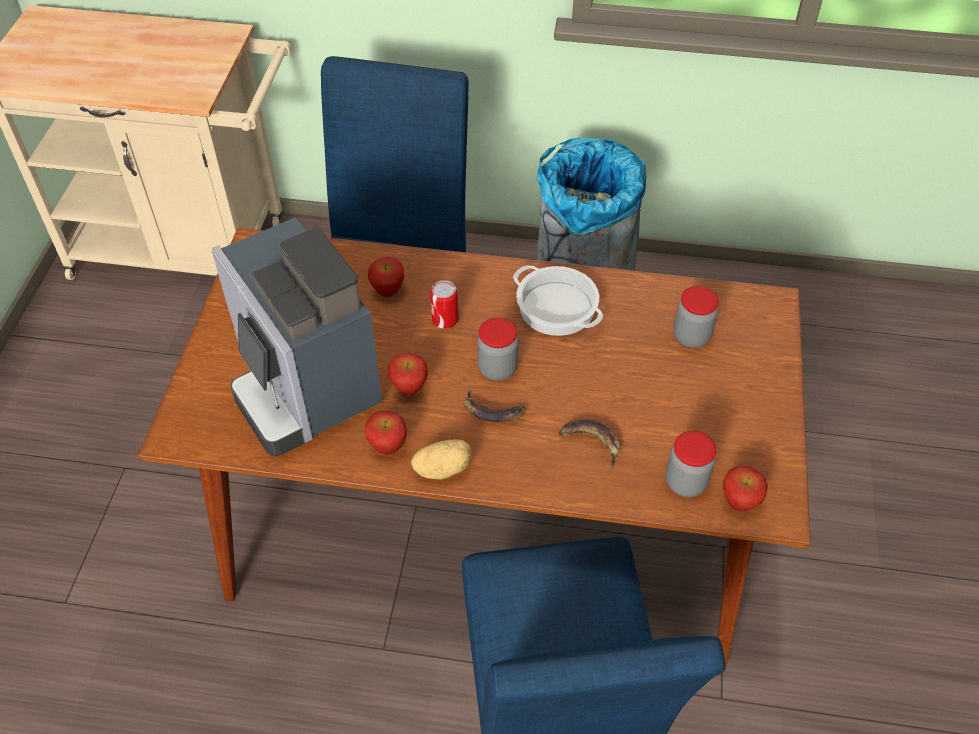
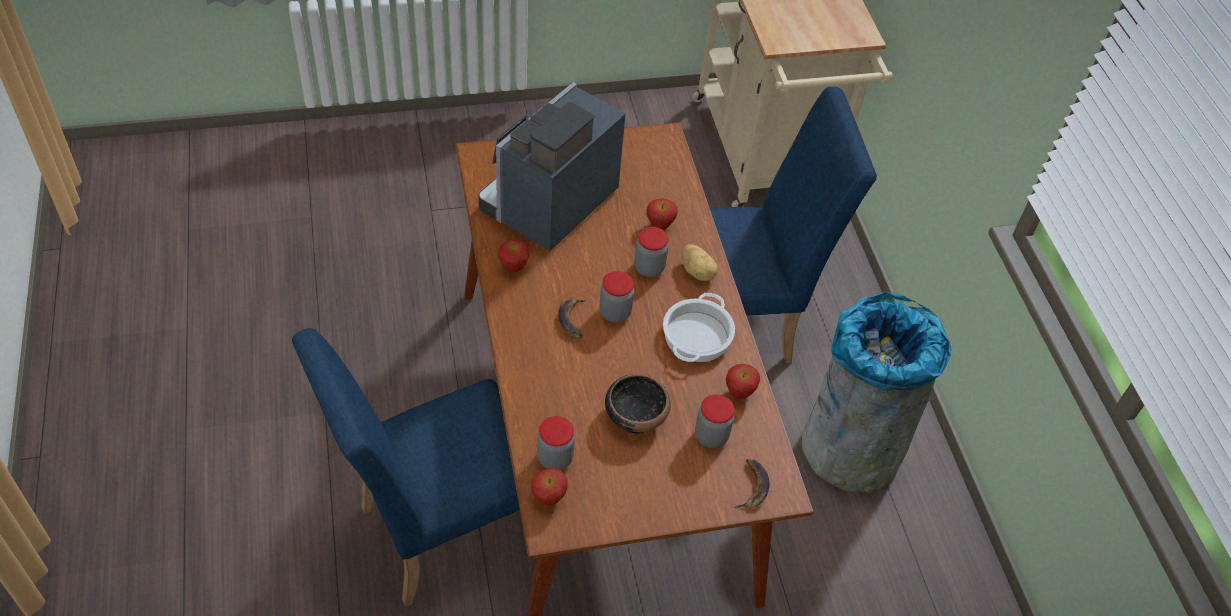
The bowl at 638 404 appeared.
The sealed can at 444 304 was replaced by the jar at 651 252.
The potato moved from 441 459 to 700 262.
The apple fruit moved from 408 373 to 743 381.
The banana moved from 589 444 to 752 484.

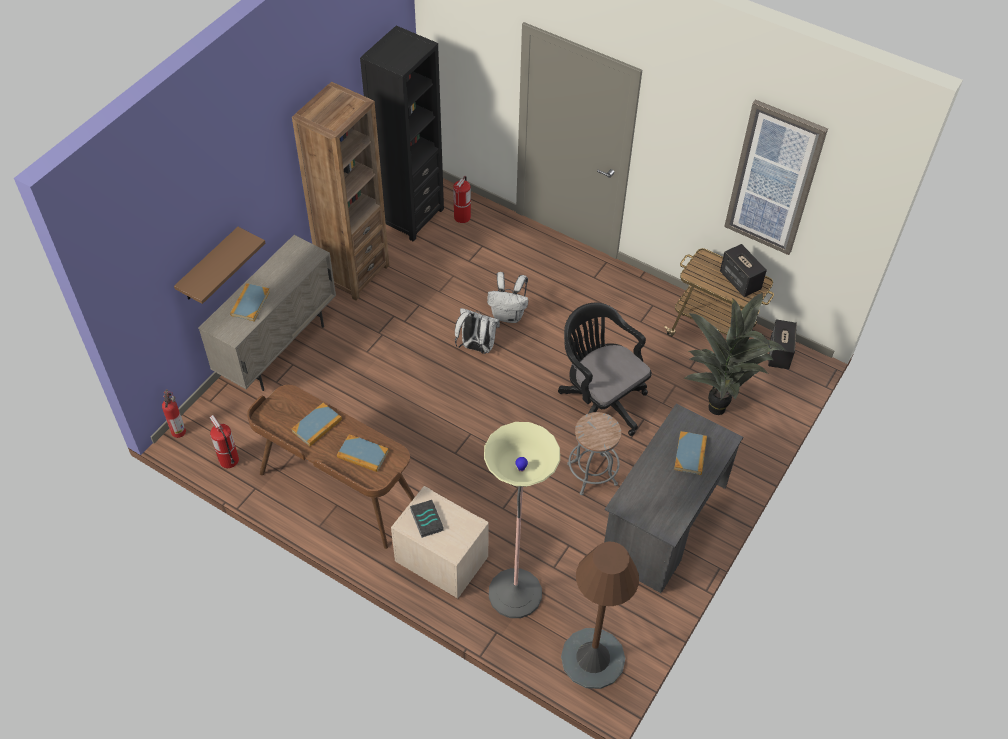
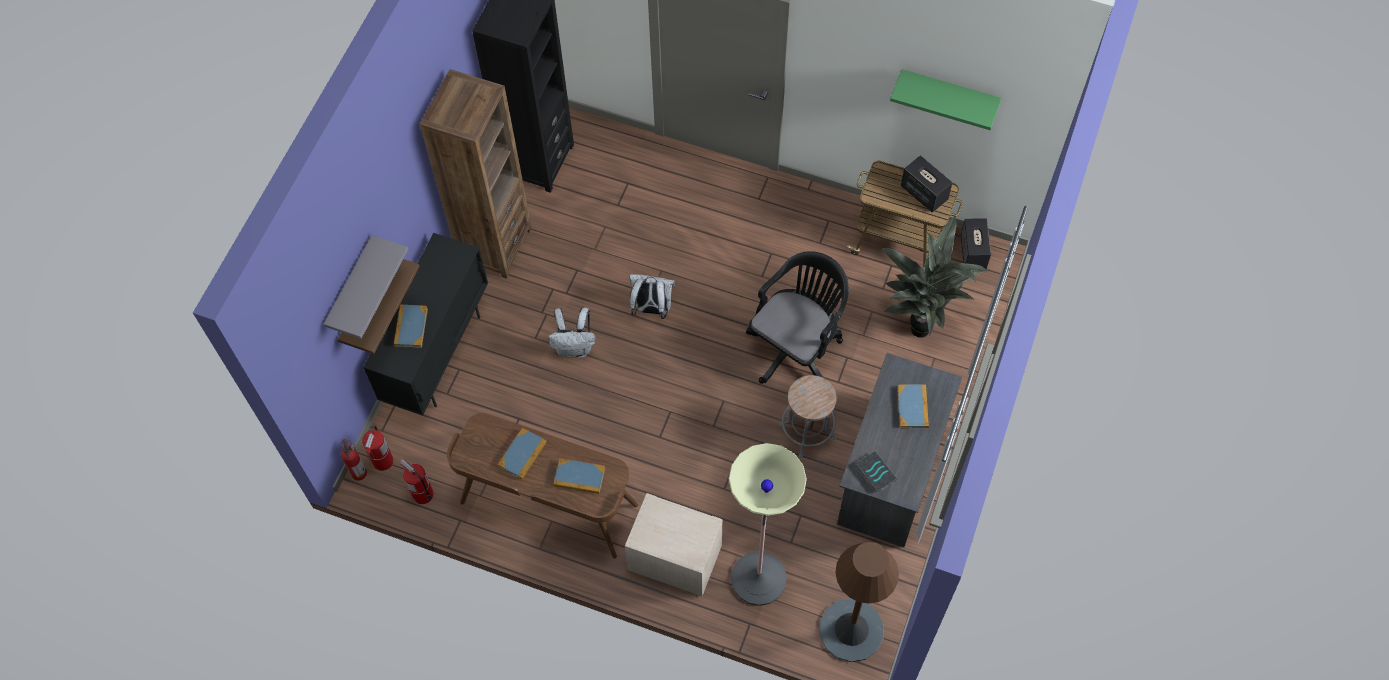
The gray bracket shelf at 366 287 appeared.
The fire extinguisher moved from 462 199 to 378 448.
The beige-coloured cupboard at 267 313 became the black cupboard at 425 324.
The white rucksack moved from 507 297 to 572 332.
The black desk chair at 605 369 turned 90 degrees clockwise.
The book moved from 427 519 to 876 472.
The picture at 776 177 was replaced by the green bracket shelf at 945 99.

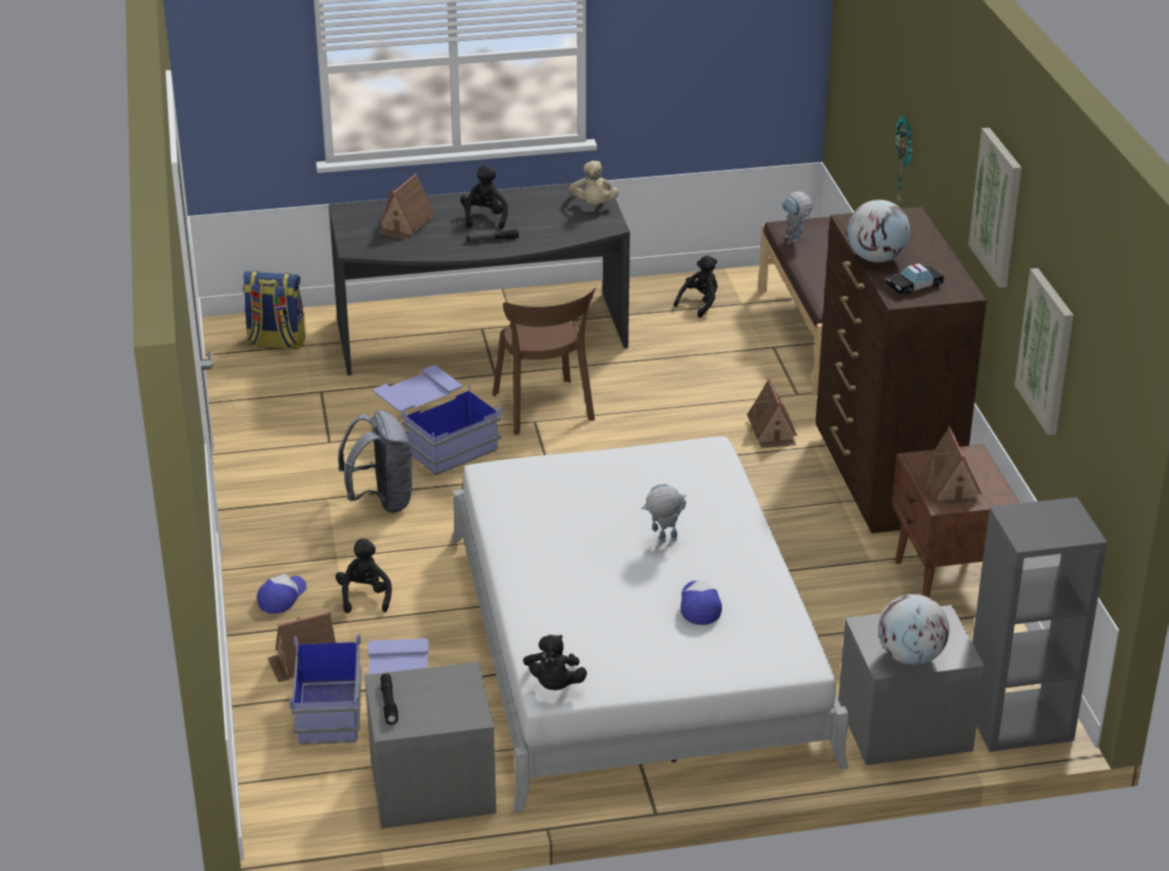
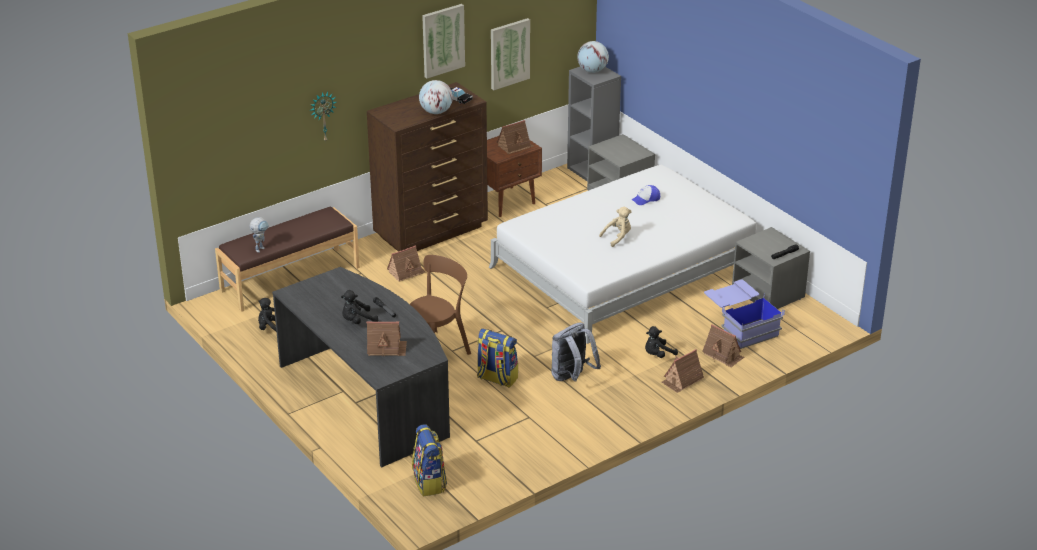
The blue-coloured storage bin at 437 420 was replaced by the rucksack at 497 358.
The globe moved from 913 629 to 593 57.
The beige-coloured cuddly toy moved from 594 183 to 615 227.
The baseball cap at 282 594 was replaced by the toy house at 683 371.
The black cuddly toy at 555 662 disappeared.
The toy robot at 663 513 disappeared.

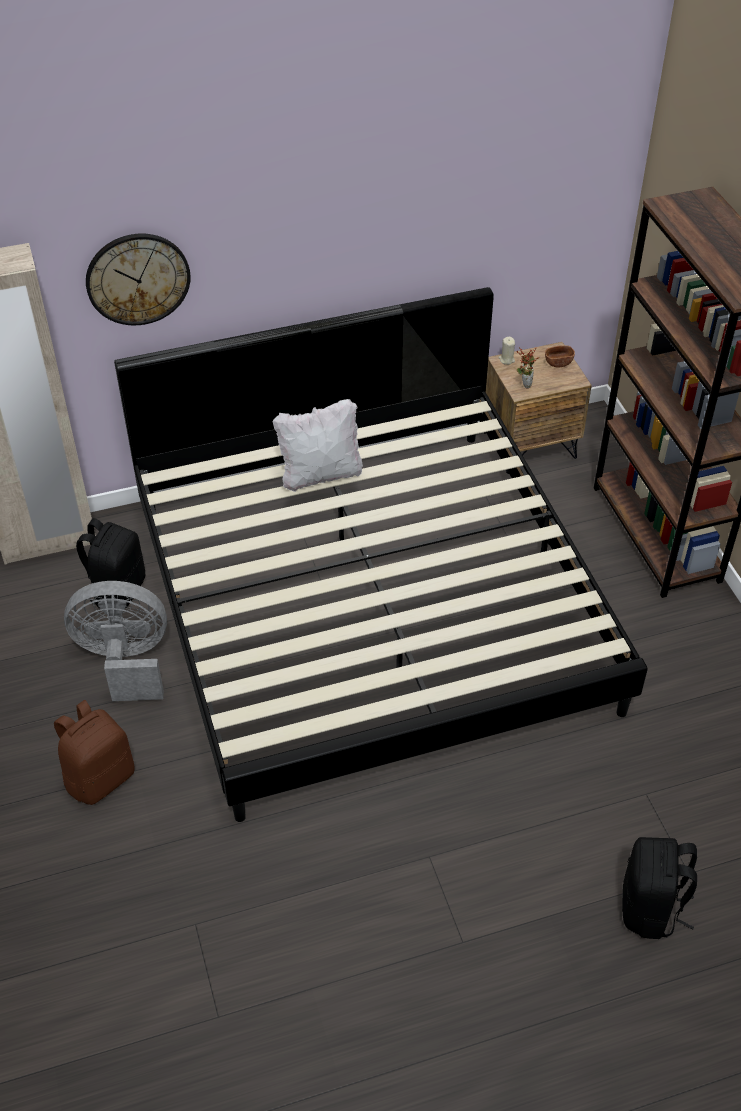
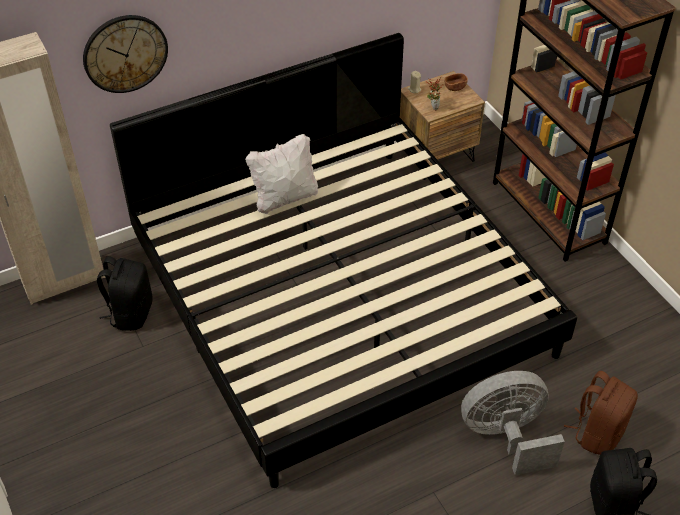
The gray fan moved from 115 641 to 513 423.
The brown-coloured rucksack moved from 94 752 to 601 413.

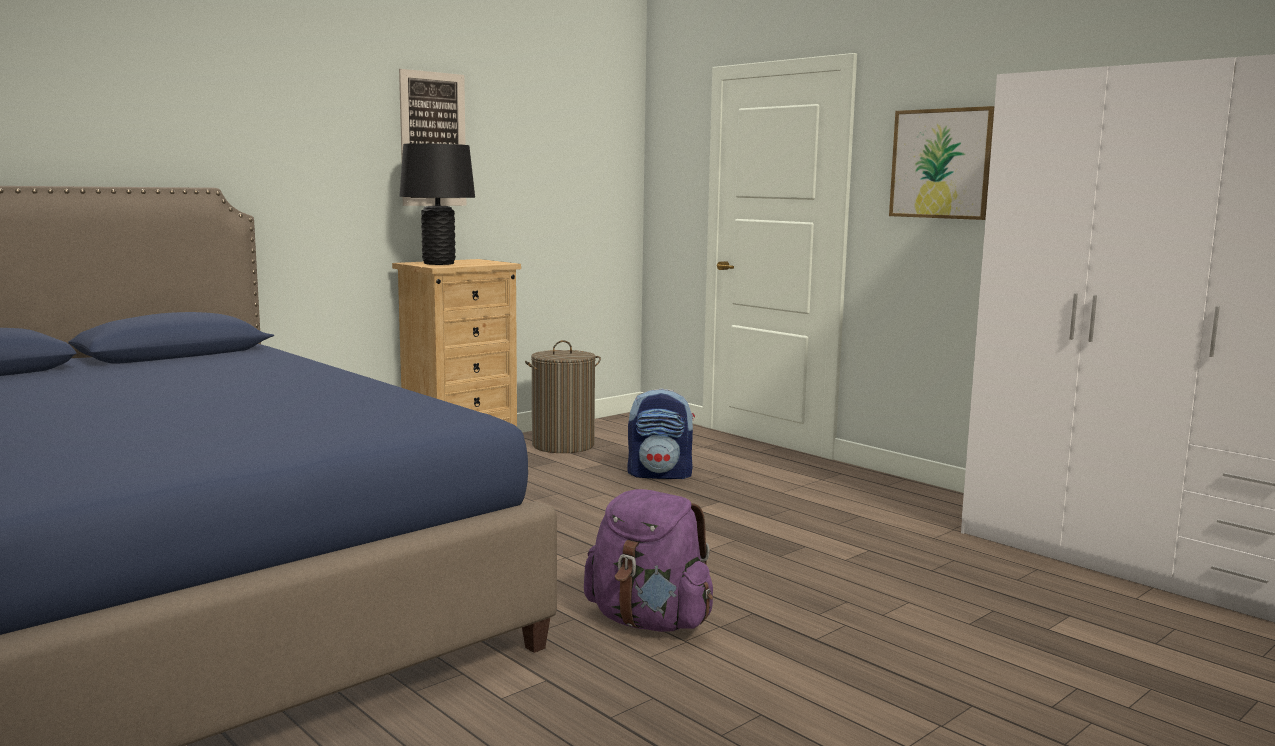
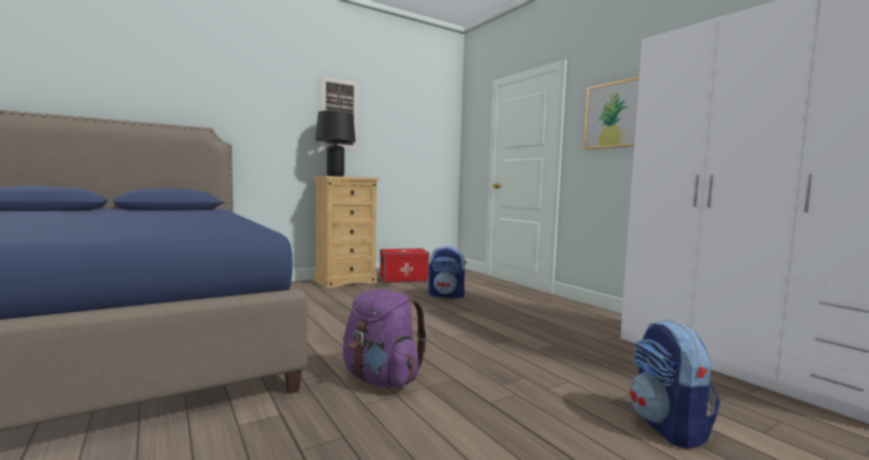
The laundry basket at 563 396 was replaced by the storage bin at 405 266.
The rucksack at 675 384 appeared.

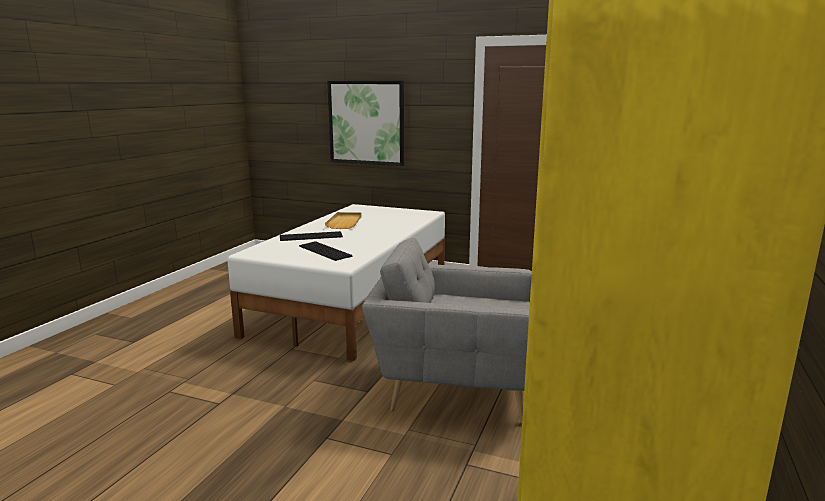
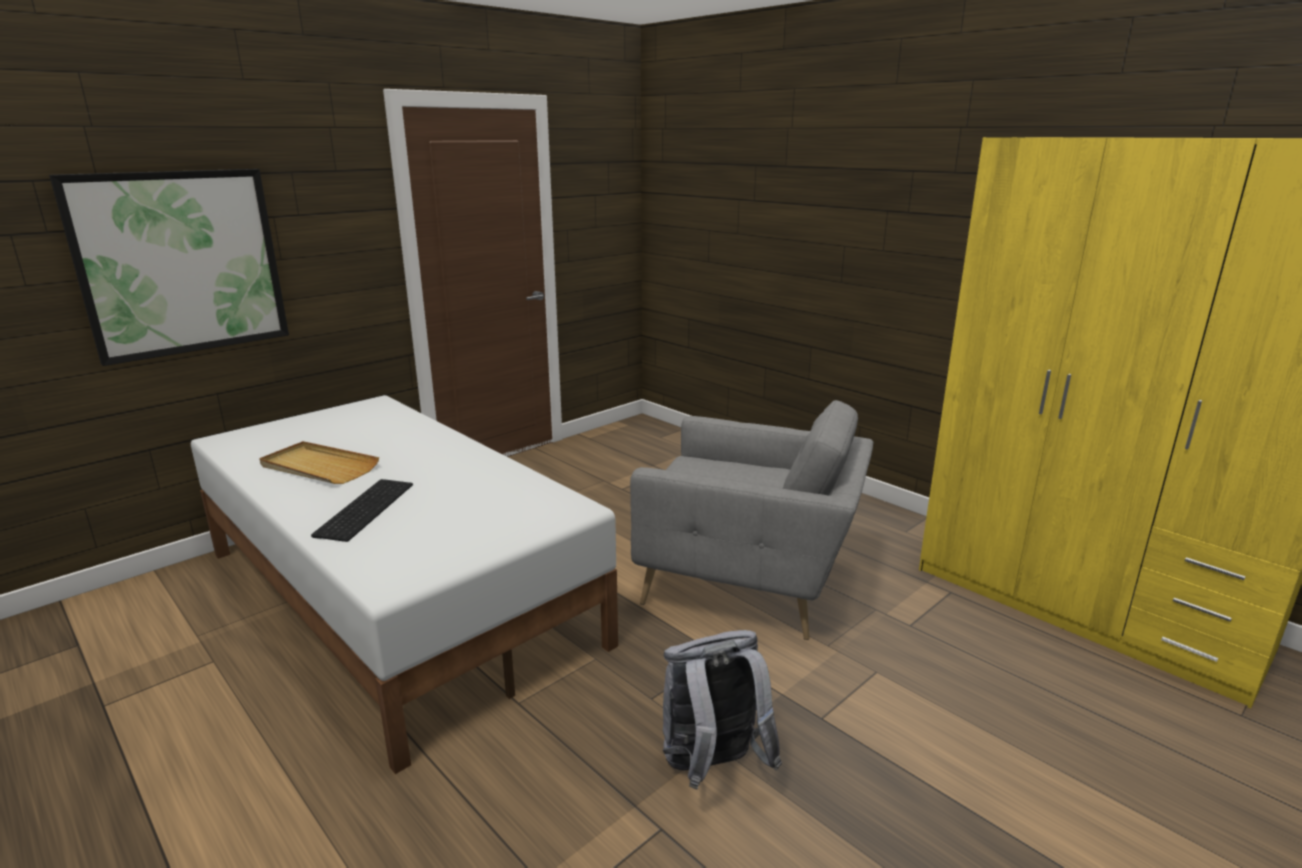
The gray easy chair at 447 331 turned 105 degrees counterclockwise.
The gray rucksack at 722 709 appeared.
The keyboard at 325 251 disappeared.

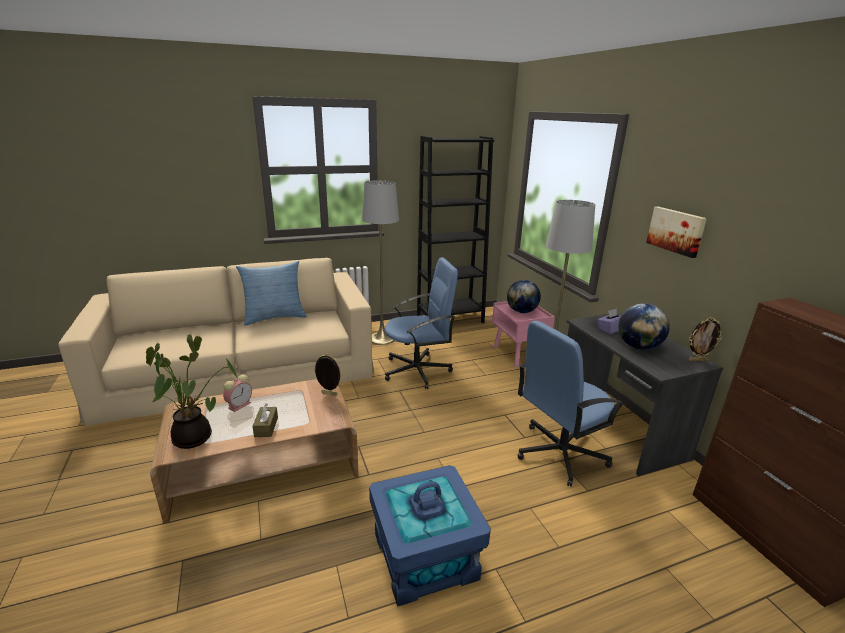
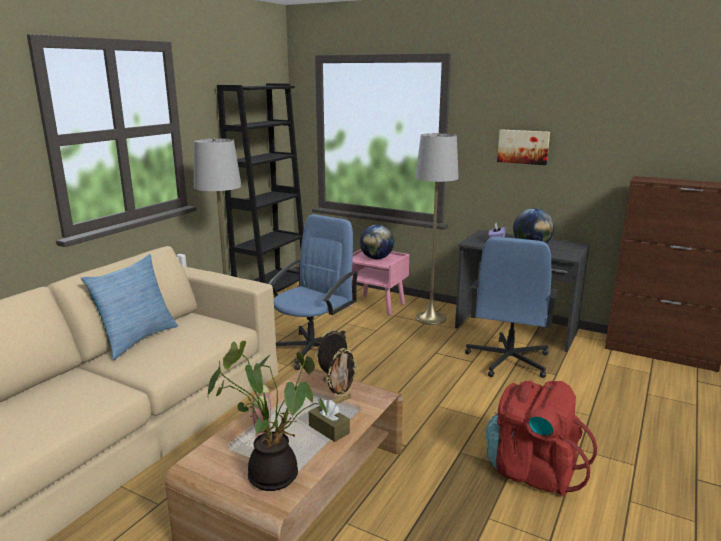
The picture frame moved from 705 339 to 342 376.
The blue-coloured storage bin at 430 536 was replaced by the red-coloured rucksack at 541 438.

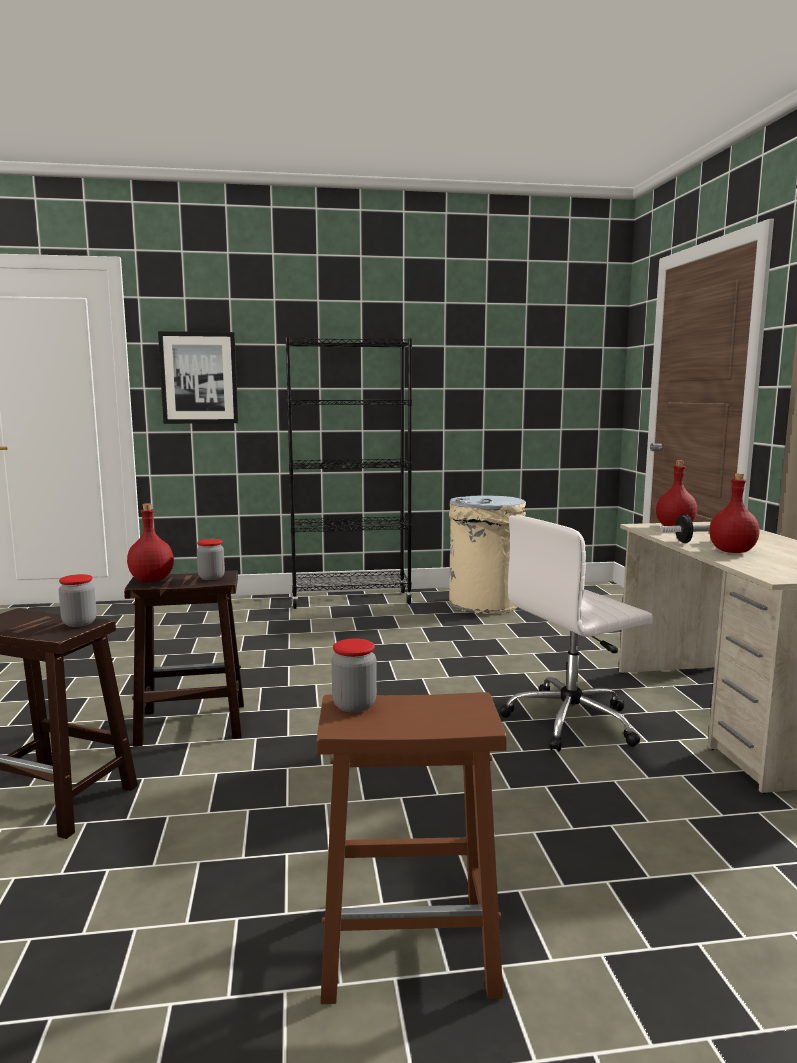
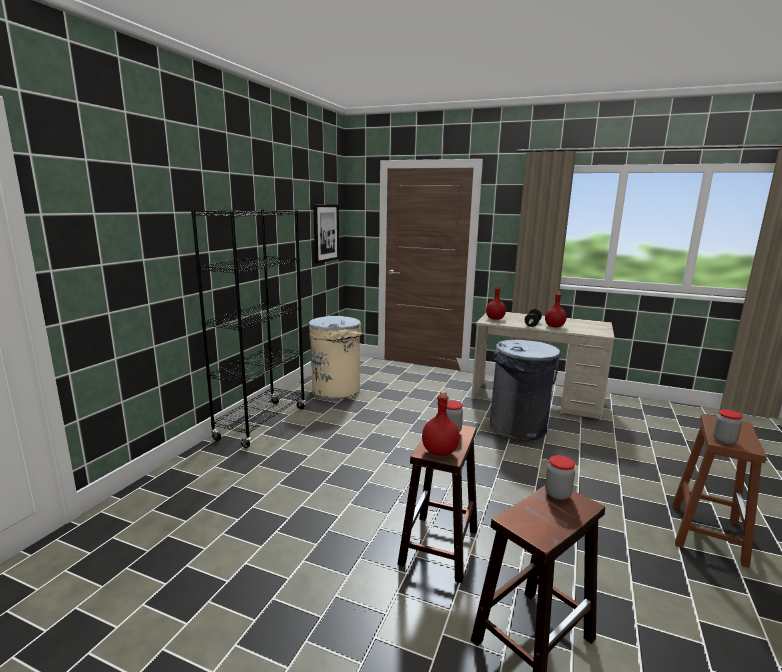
The picture moved from 198 377 to 326 233.
The white desk chair at 576 633 was replaced by the gray waste bin at 525 390.

